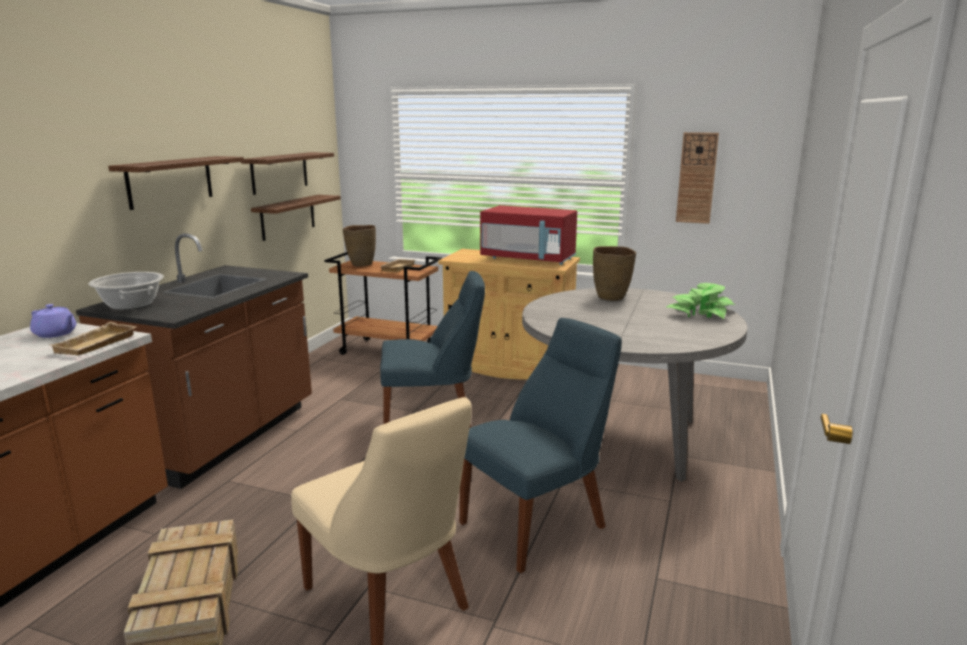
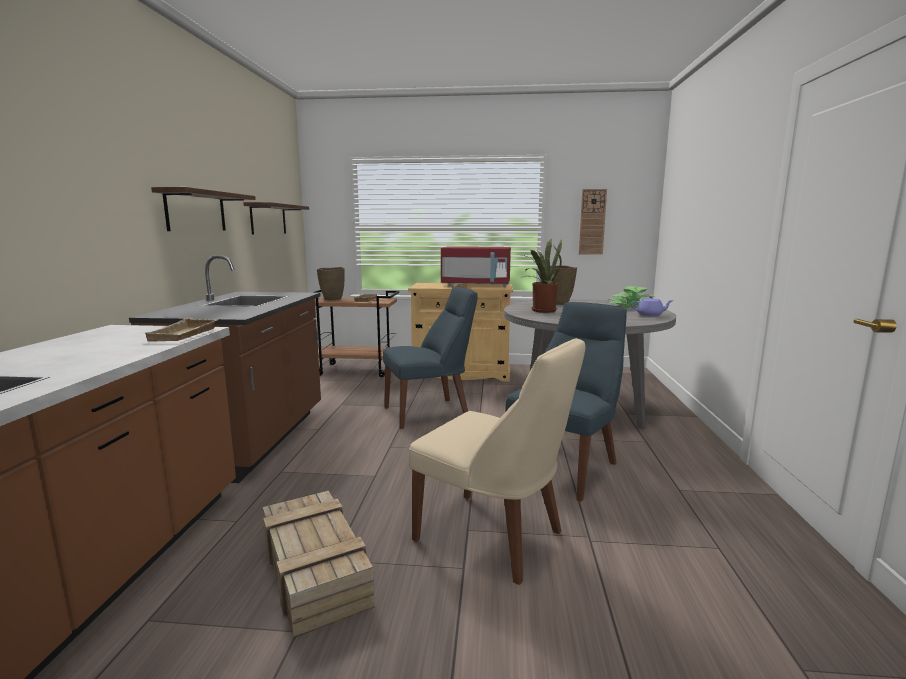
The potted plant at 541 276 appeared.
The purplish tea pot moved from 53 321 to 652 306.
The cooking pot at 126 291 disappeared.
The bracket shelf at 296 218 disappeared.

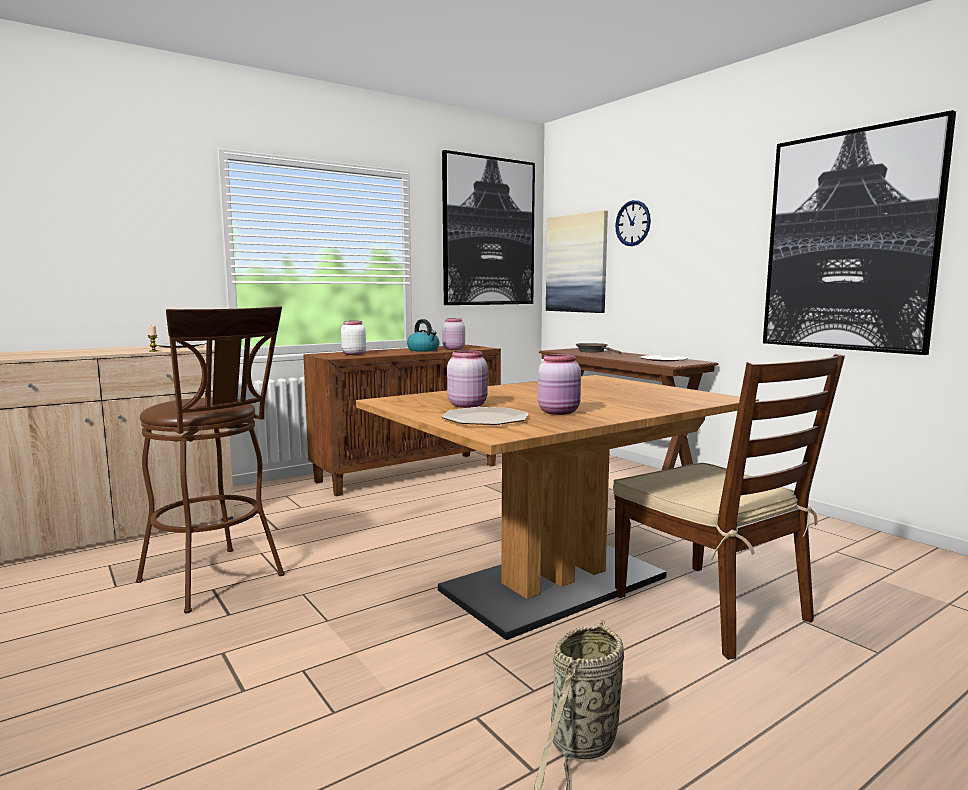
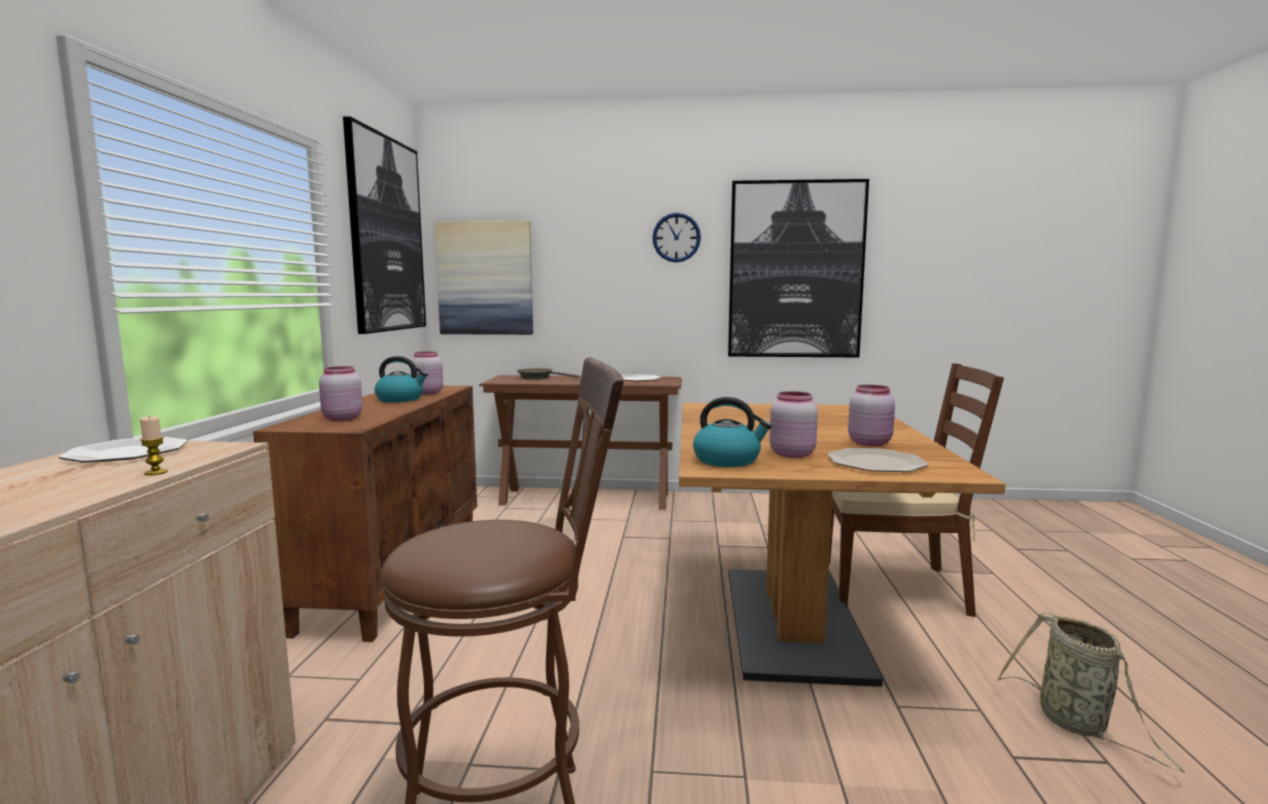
The white jar at 353 338 became the pink-coloured jar at 341 393.
The clock on the wall moved from 633 223 to 676 237.
The kettle at 732 432 appeared.

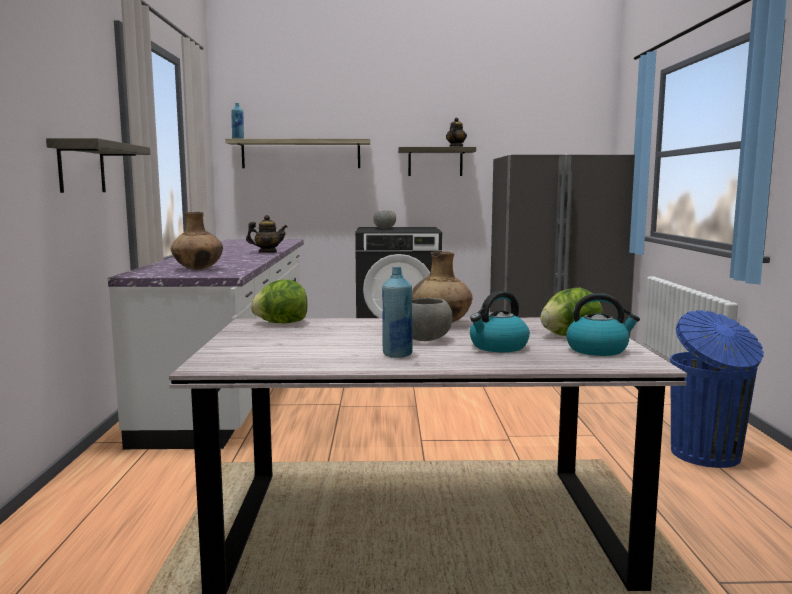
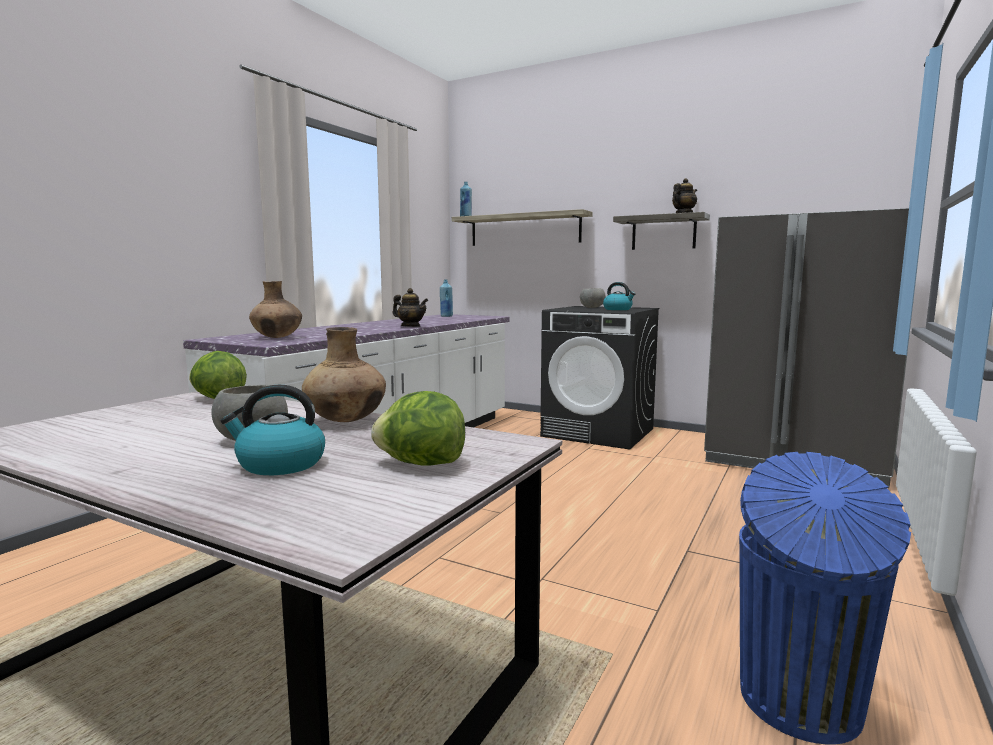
The blue-coloured drink bottle moved from 397 312 to 446 298.
The kettle moved from 603 324 to 619 296.
The bracket shelf at 98 165 disappeared.

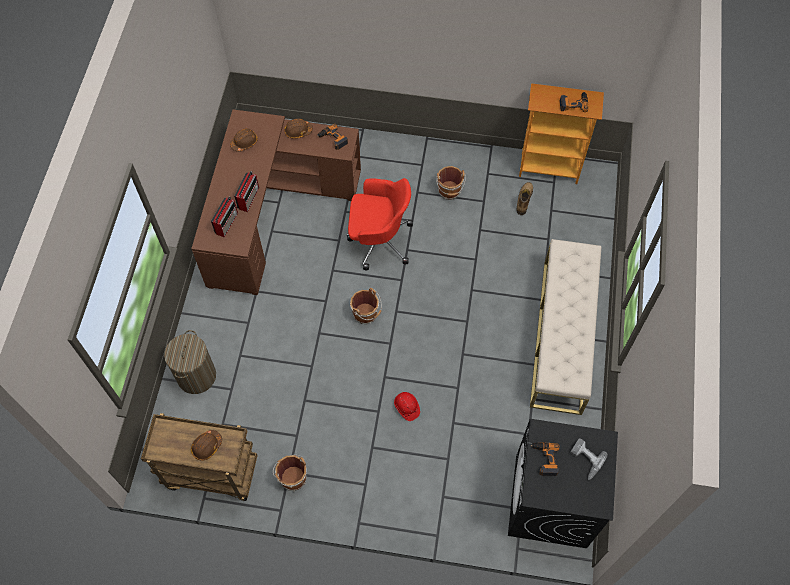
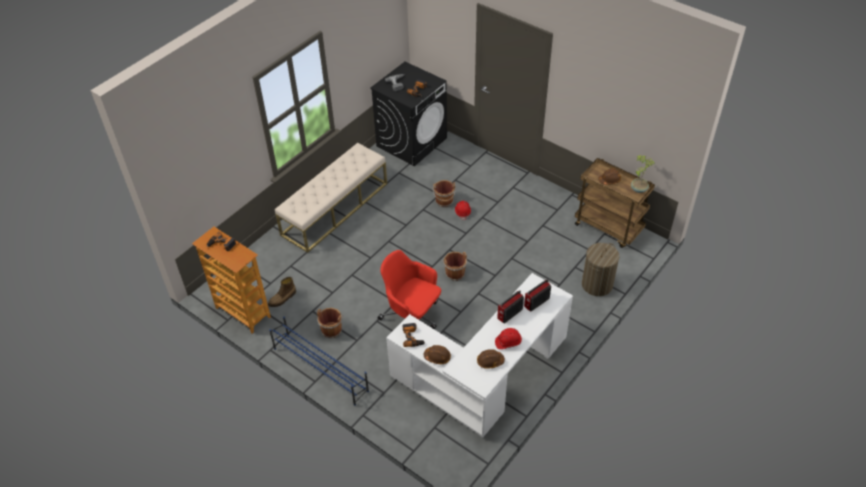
The blue-coloured shoe stand at 319 361 appeared.
The brown-coloured desk unit at 276 202 became the white desk unit at 479 355.
The brown-coloured pail moved from 290 473 to 444 193.
The red-coloured safety helmet at 508 338 appeared.
The potted plant at 643 174 appeared.

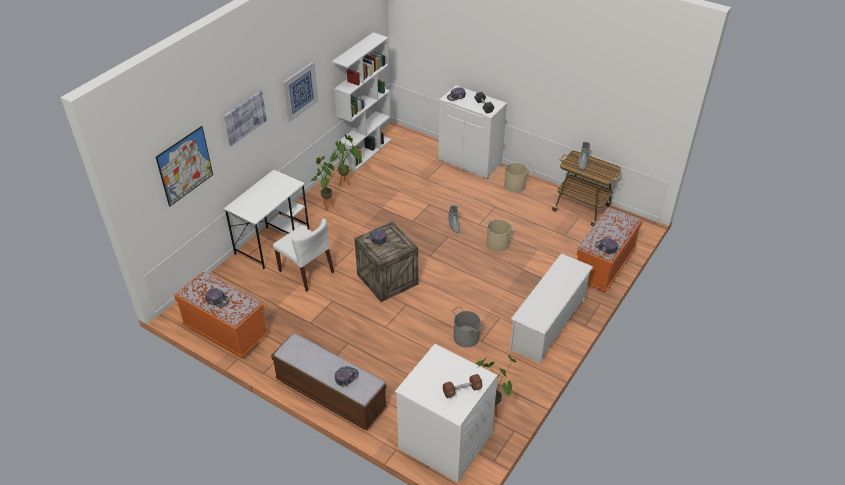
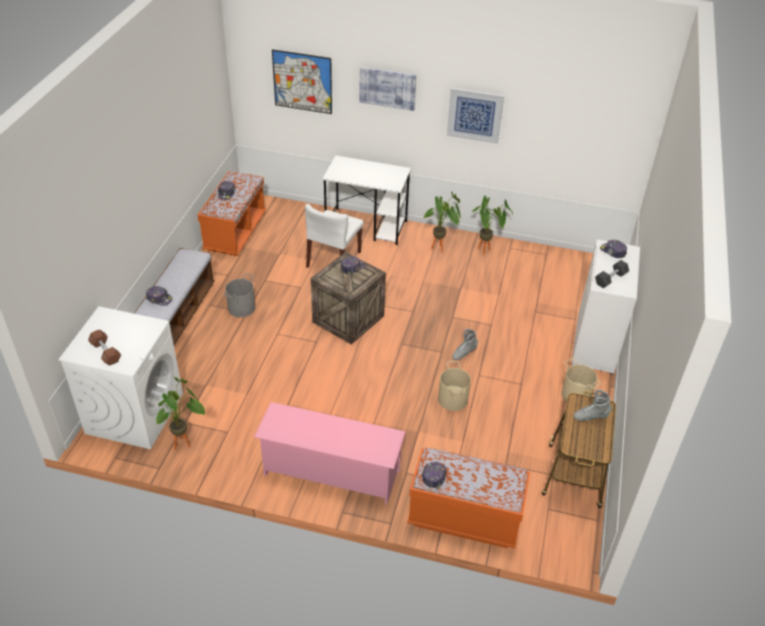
The gray pail moved from 468 327 to 239 295.
The white shoe stand at 551 308 became the pink-coloured shoe stand at 330 453.
The white bookcase at 362 101 disappeared.

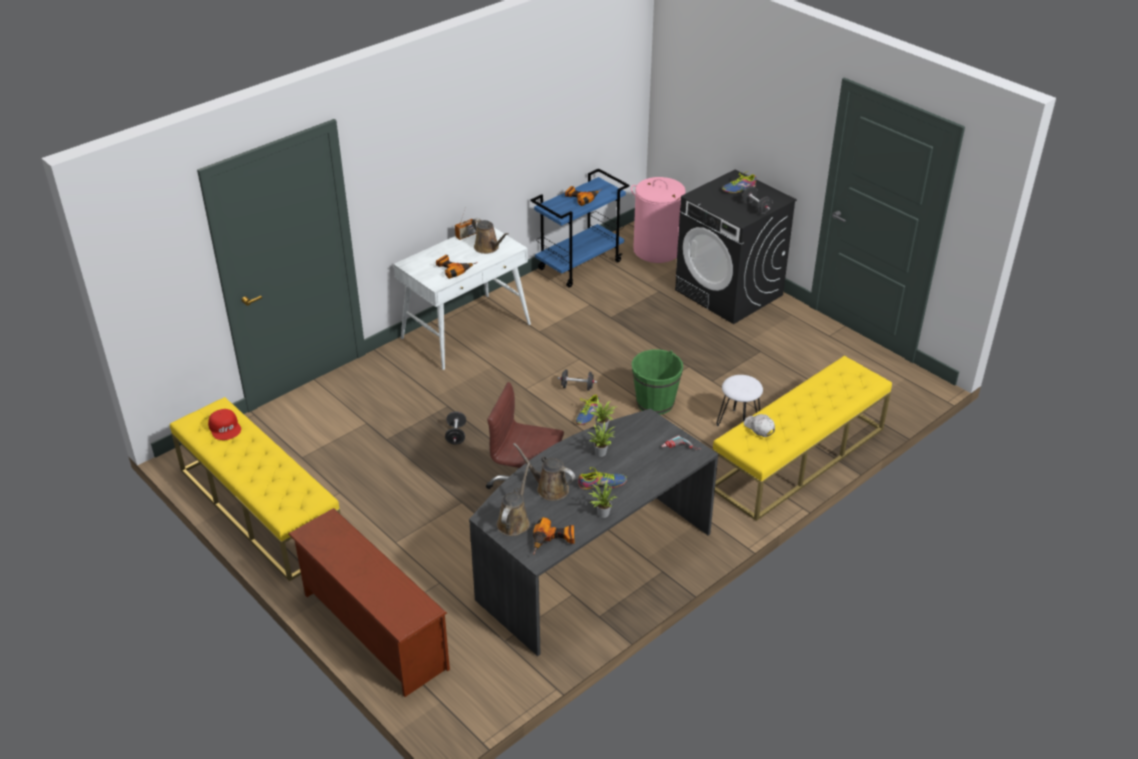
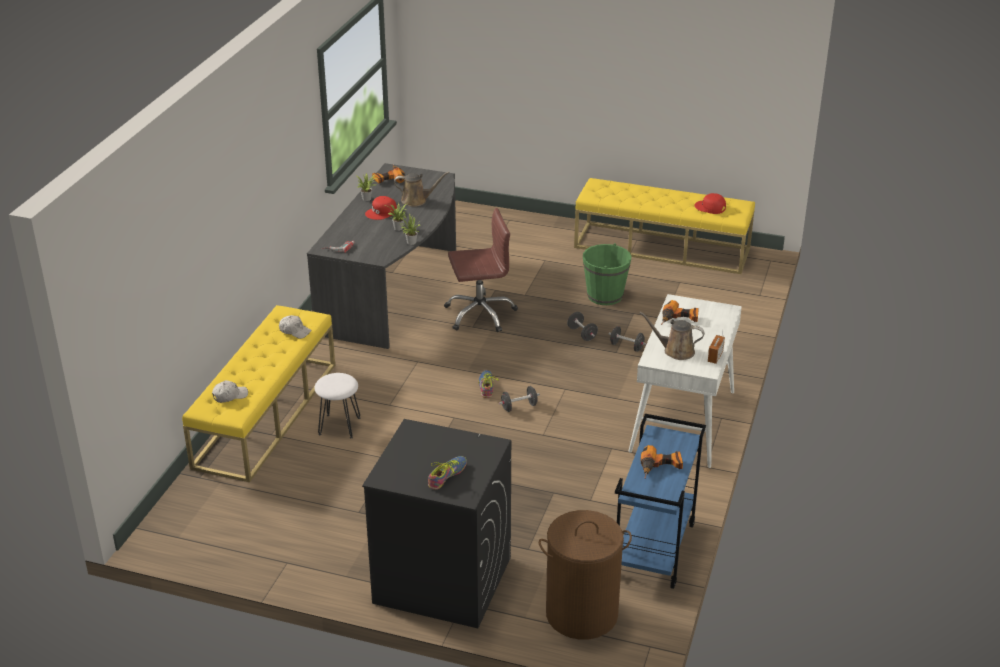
The white baseball cap at 230 391 appeared.
The shoe at 602 478 was replaced by the red-coloured baseball cap at 381 208.
The pink-coloured laundry basket at 658 220 became the brown-coloured laundry basket at 585 575.
The green pail moved from 657 382 to 607 274.
The black hand weight moved from 757 200 to 627 339.
The brown-coloured shoe stand at 369 602 disappeared.
The brown-coloured watering pot at 513 499 disappeared.

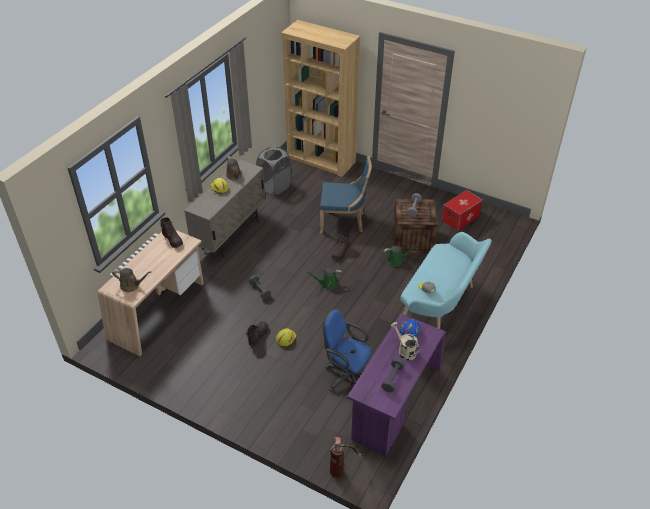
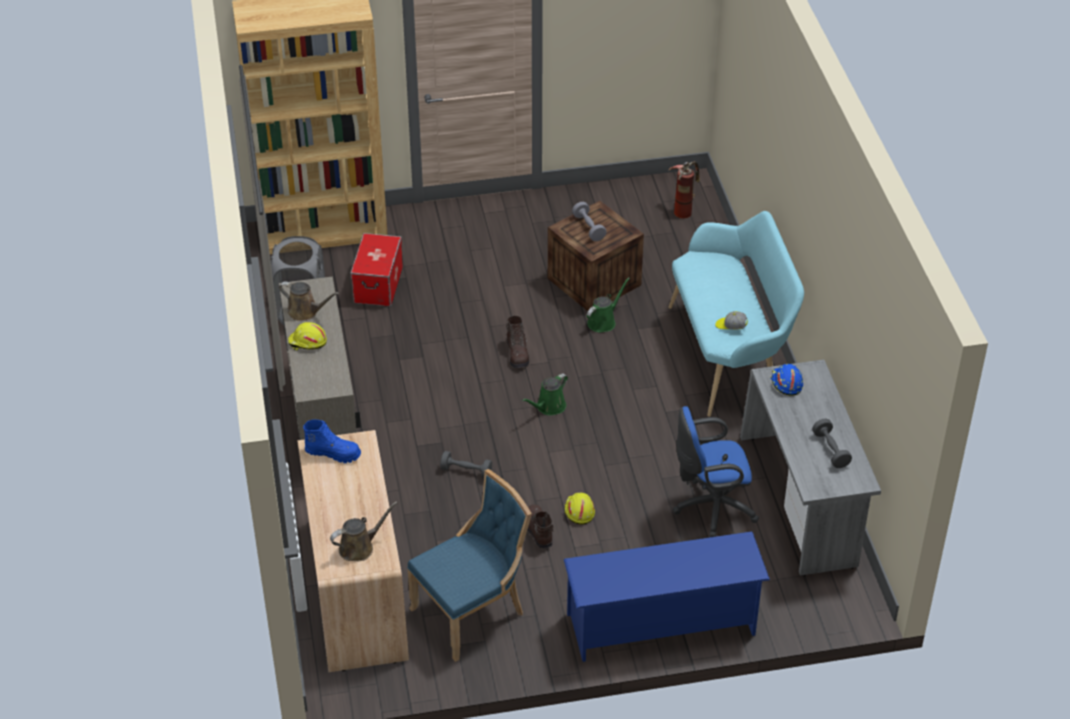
The brown-coloured boot at 171 232 became the blue-coloured boot at 332 441.
The storage bin moved from 462 210 to 376 270.
The blue-coloured upright chair moved from 346 195 to 469 565.
The blue-coloured shoe stand at 667 596 appeared.
The fire extinguisher moved from 345 457 to 684 190.
The purplish desk unit at 396 385 became the gray desk unit at 810 468.
The beige-coloured watering pot at 405 341 disappeared.

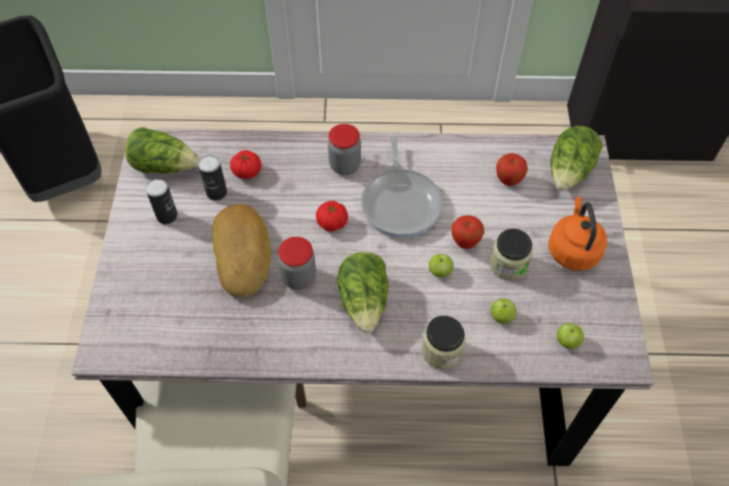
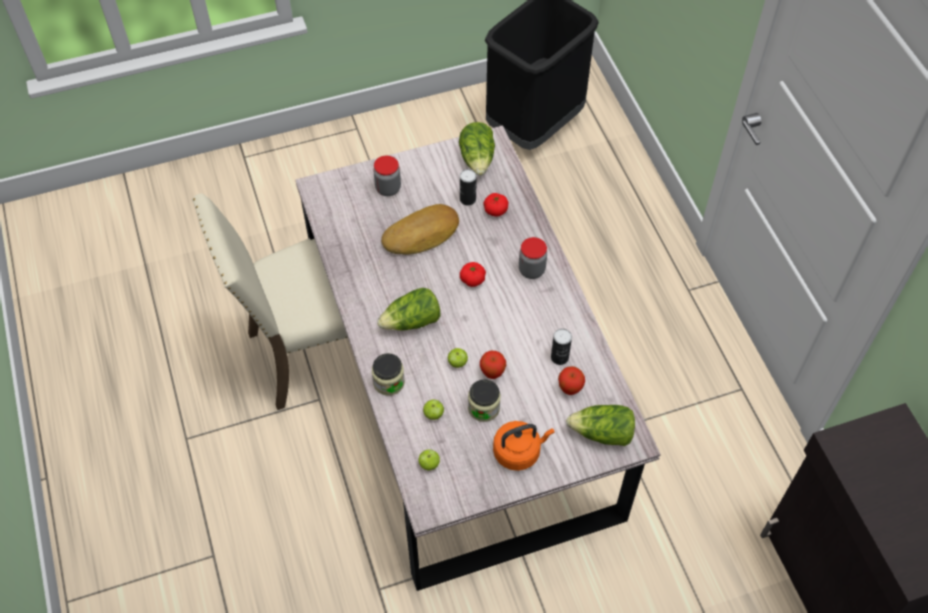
The jar moved from 297 263 to 387 175.
The sealed can moved from 162 201 to 561 347.
The frying pan at 402 187 disappeared.

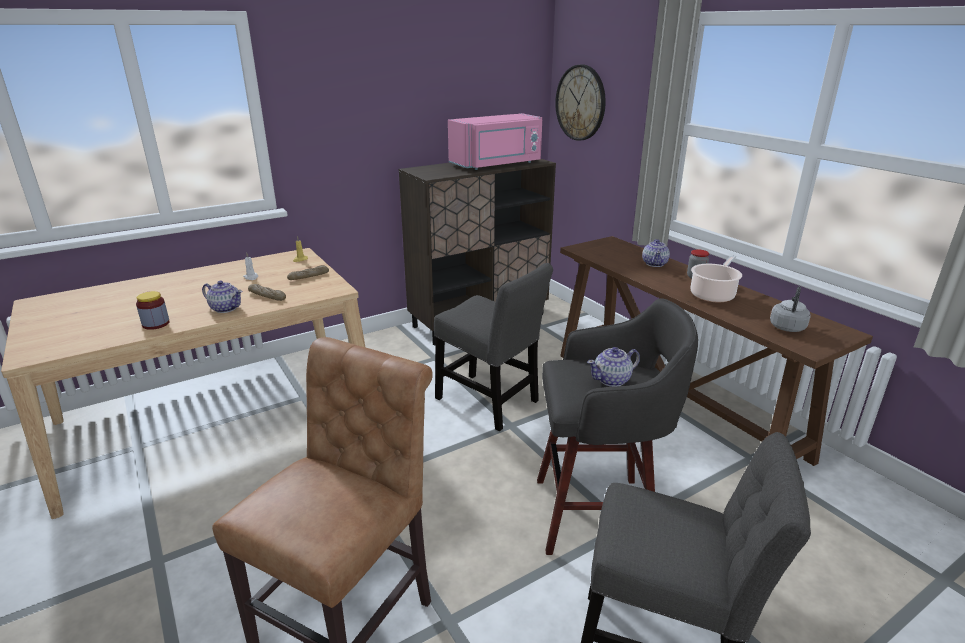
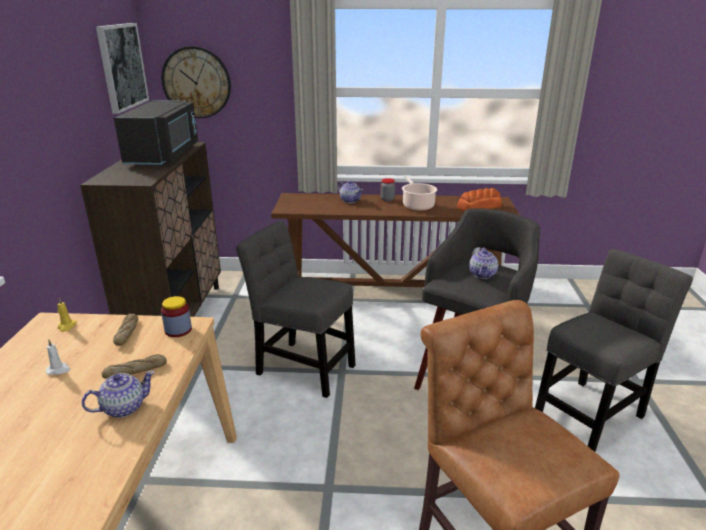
The picture at 122 68 appeared.
The pink-coloured kitchen microwave at 495 141 became the black kitchen microwave at 156 132.
The jar moved from 153 310 to 176 316.
The gray upright chair at 493 347 turned 135 degrees counterclockwise.
The gray kettle at 790 309 was replaced by the bakery bread at 479 200.

